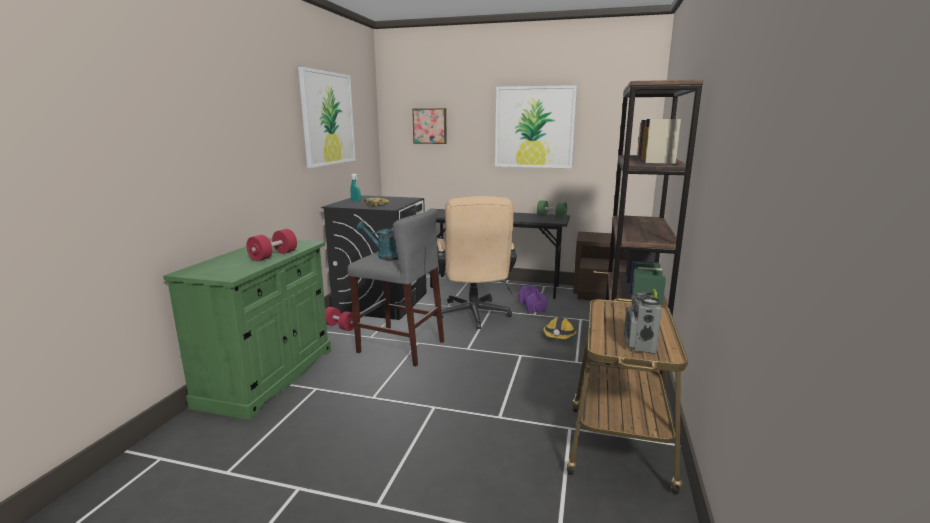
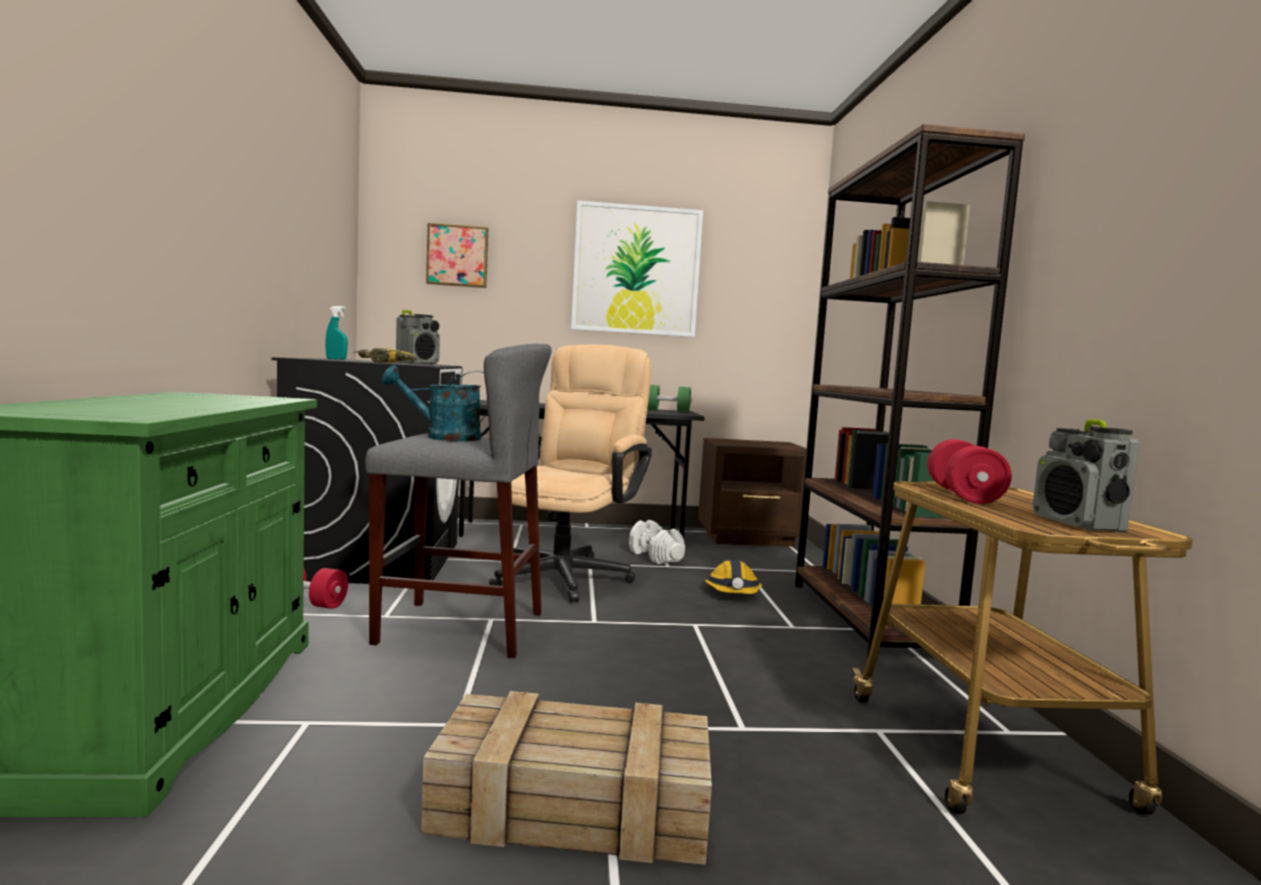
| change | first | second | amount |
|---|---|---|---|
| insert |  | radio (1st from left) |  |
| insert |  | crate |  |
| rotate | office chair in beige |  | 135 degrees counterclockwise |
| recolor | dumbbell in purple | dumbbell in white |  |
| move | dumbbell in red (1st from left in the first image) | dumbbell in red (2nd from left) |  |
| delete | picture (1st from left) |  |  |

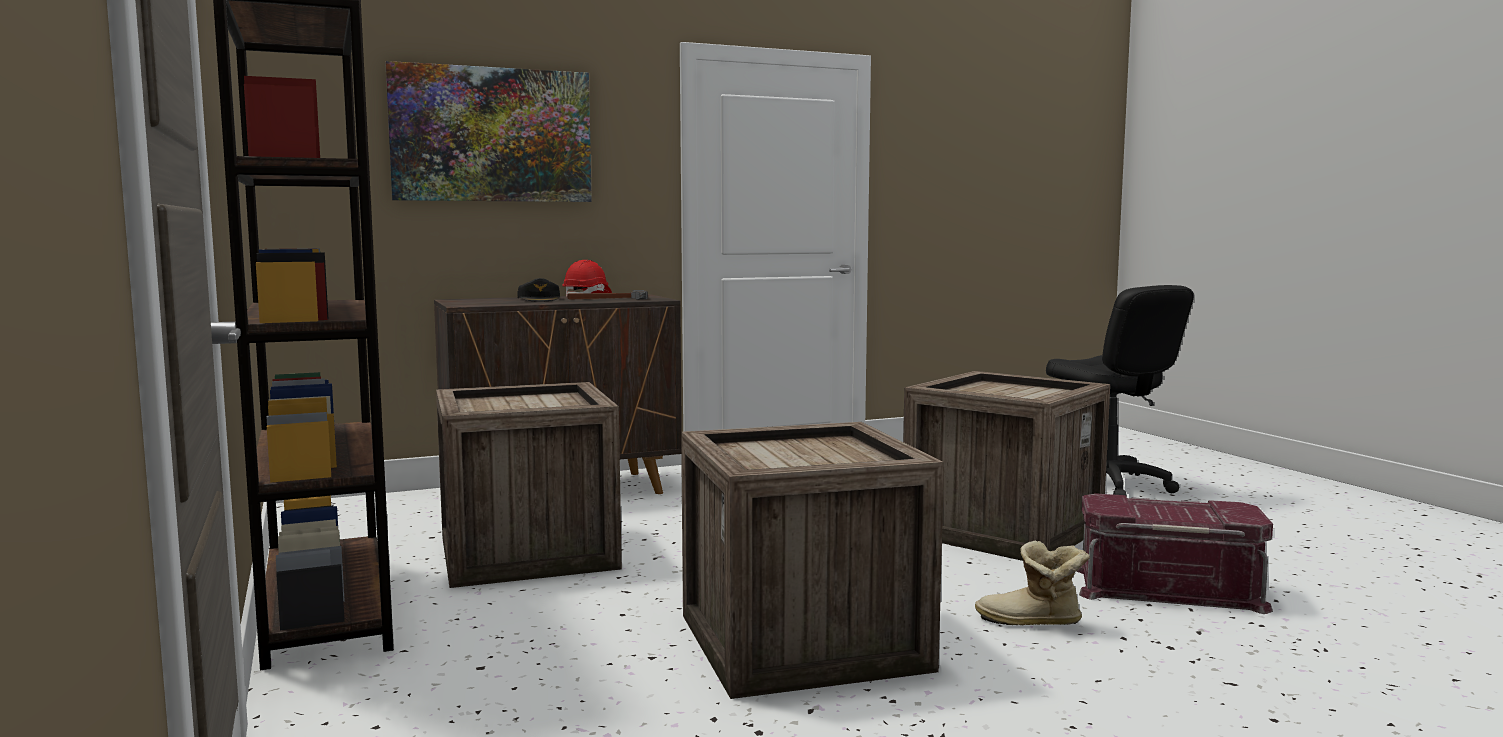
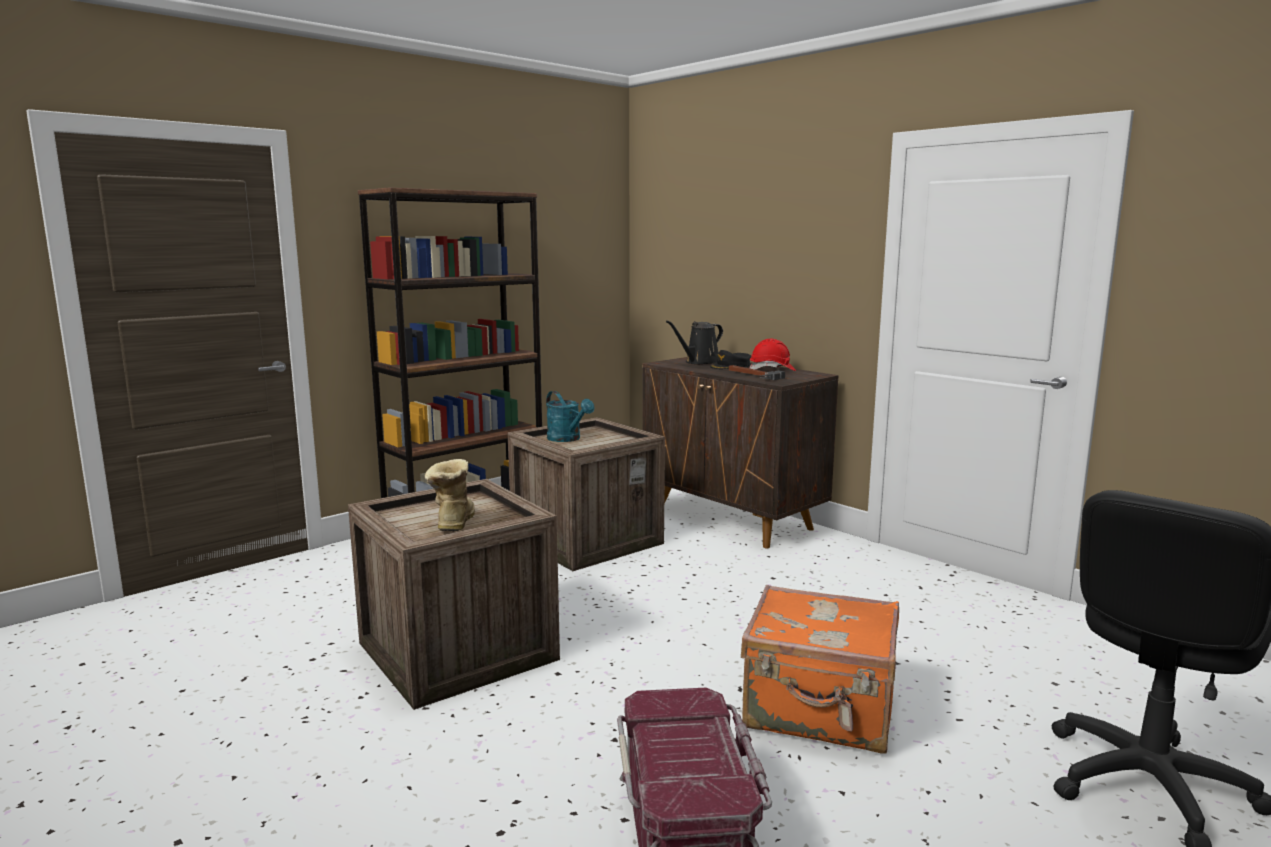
| change | first | second | amount |
|---|---|---|---|
| move | boot |  |  |
| insert |  | watering can in turquoise |  |
| insert |  | watering can in black |  |
| replace | crate (3rd from left) | suitcase in orange |  |
| delete | picture |  |  |

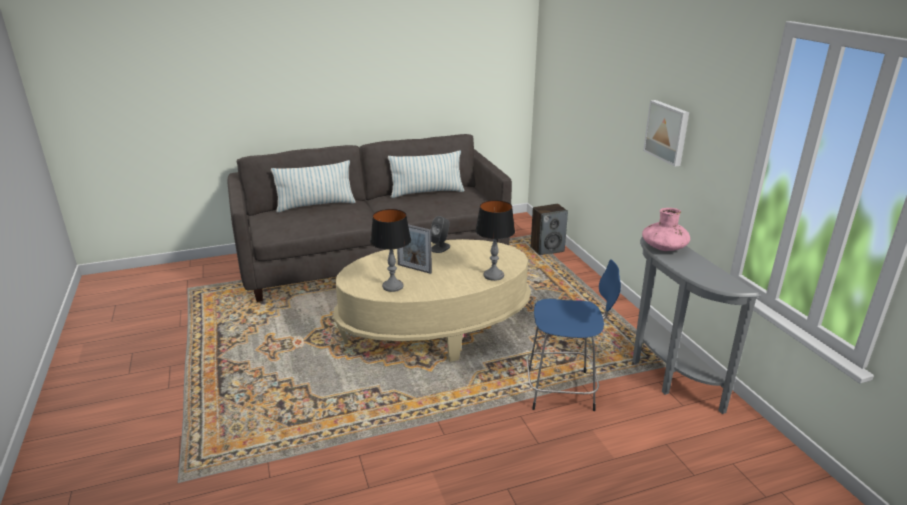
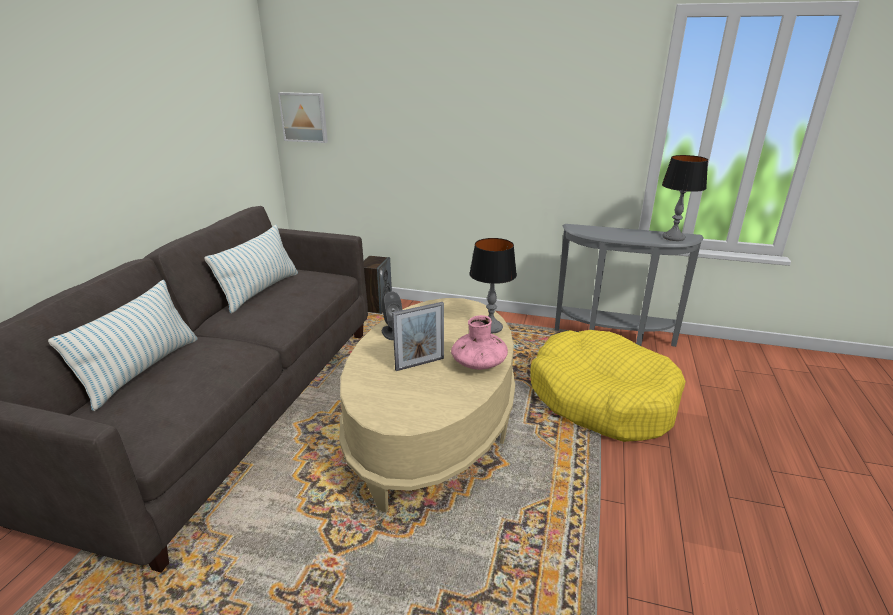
| change | first | second | amount |
|---|---|---|---|
| move | picture |  |  |
| move | vase in pink |  |  |
| replace | stool in blue | dog bed in yellow |  |
| move | table lamp (1st from left in the first image) | table lamp (2nd from left) |  |

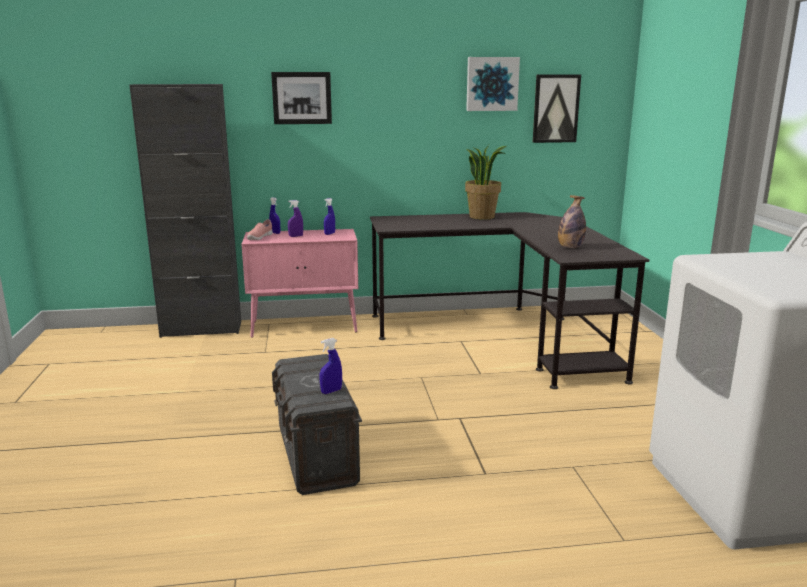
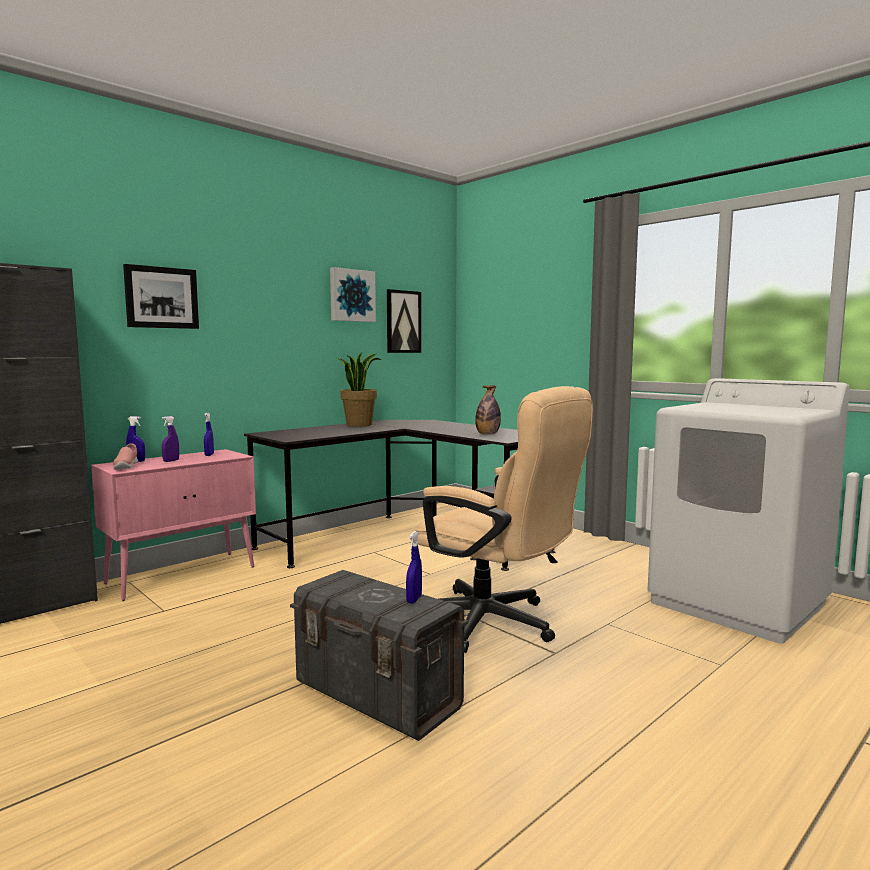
| change | first | second | amount |
|---|---|---|---|
| insert |  | office chair in beige |  |

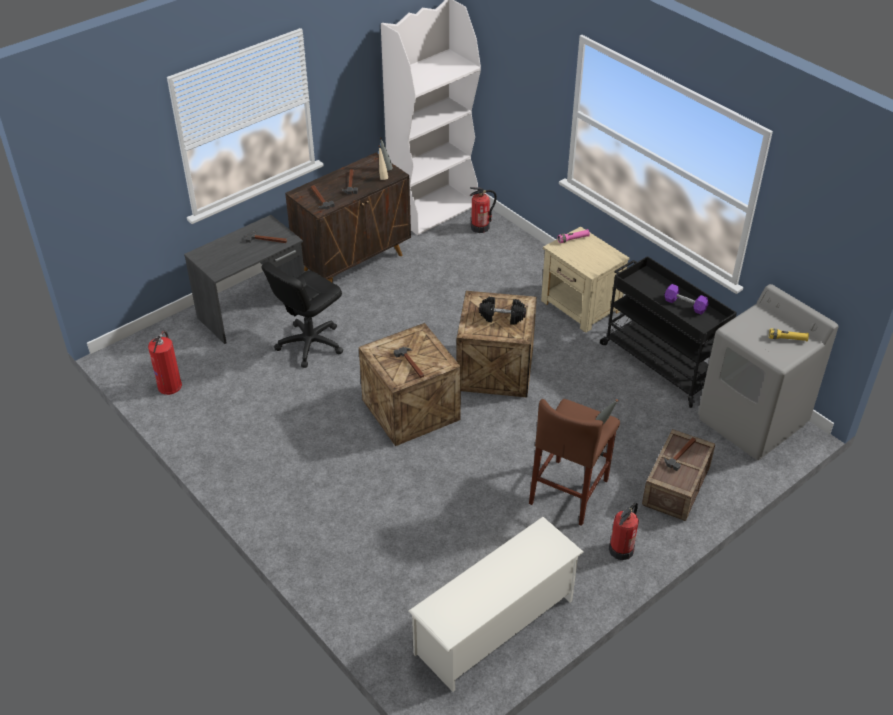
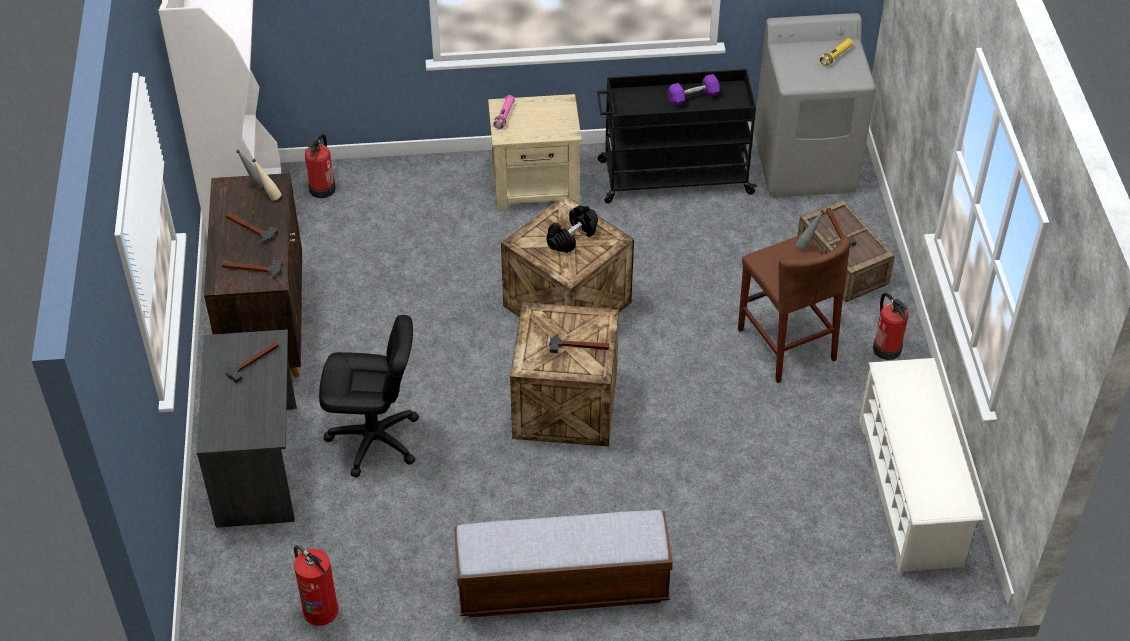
| change | first | second | amount |
|---|---|---|---|
| rotate | office chair in black |  | 75 degrees counterclockwise |
| insert |  | bench |  |

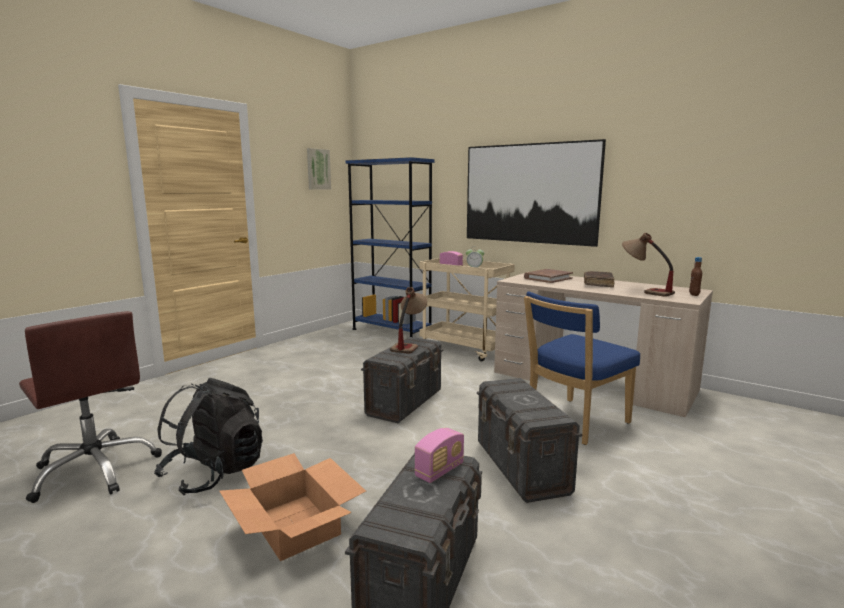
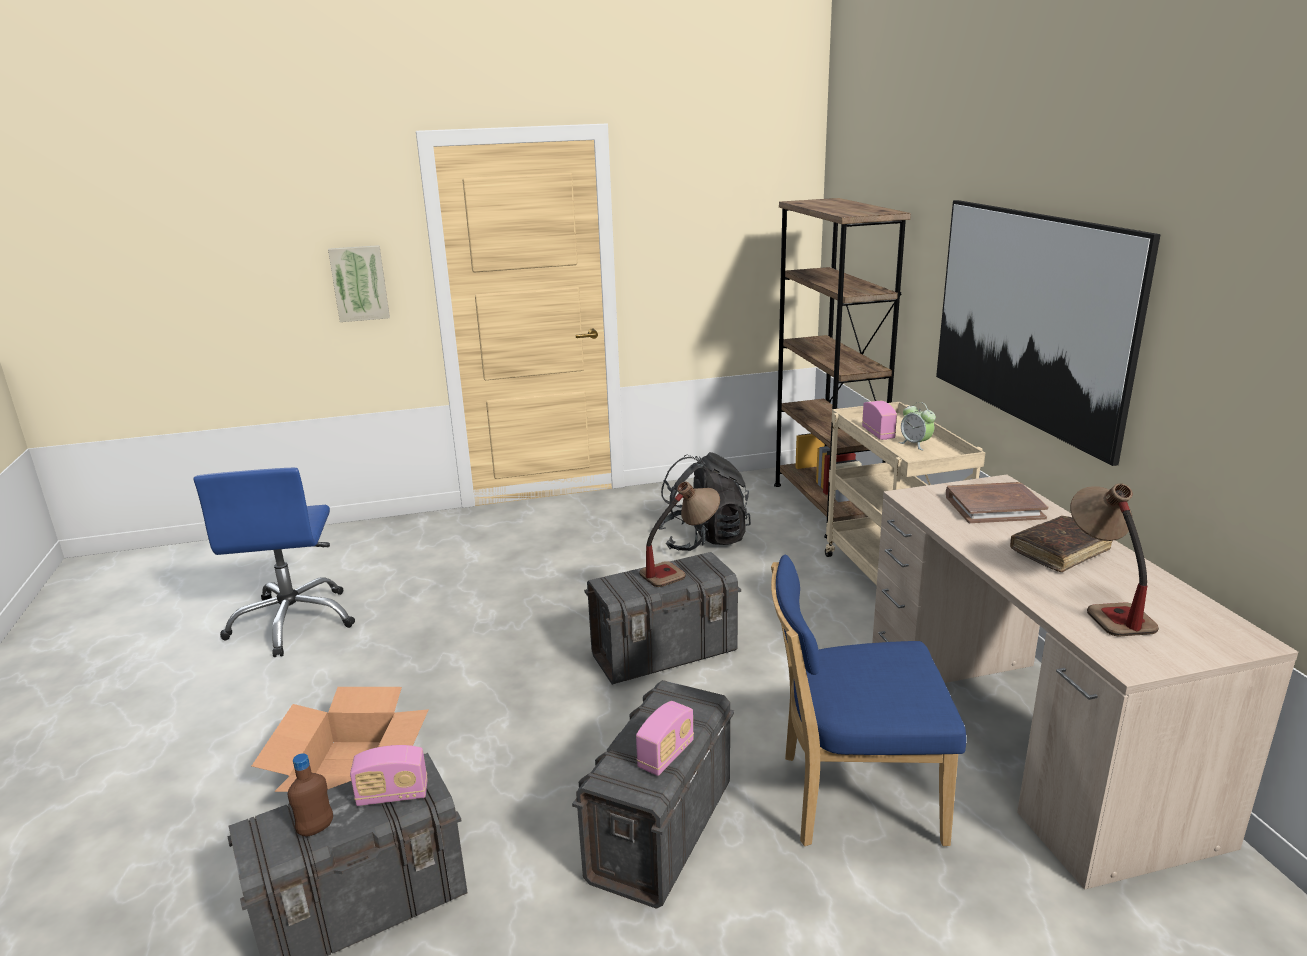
| change | first | second | amount |
|---|---|---|---|
| recolor | office chair in brown | office chair in blue |  |
| move | bottle in brown |  |  |
| move | picture (1st from left) |  |  |
| insert |  | radio (2nd from left) |  |
| move | backpack in black |  |  |
| recolor | bookcase in blue | bookcase in brown |  |

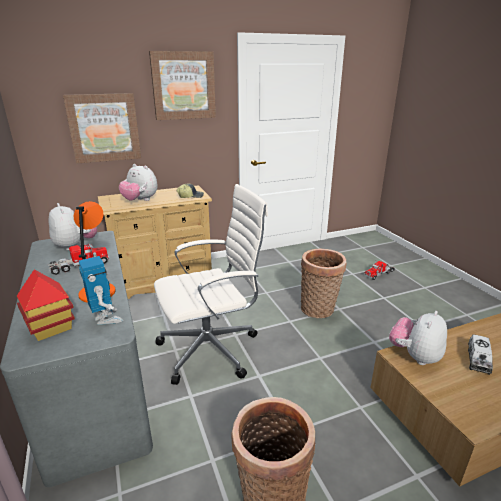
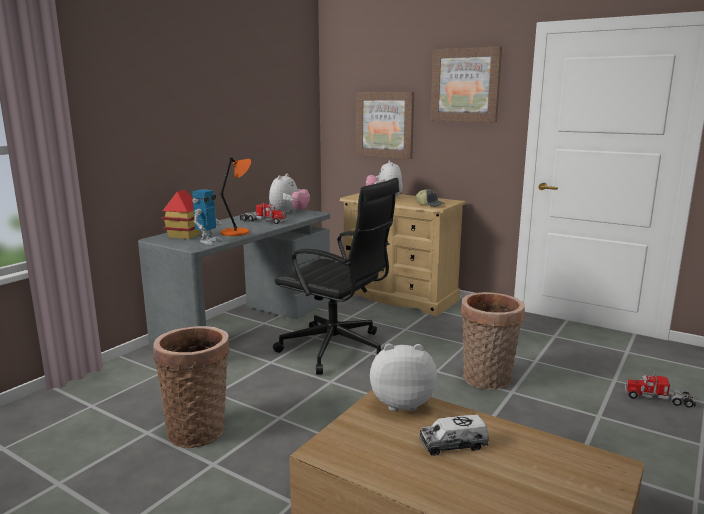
| change | first | second | amount |
|---|---|---|---|
| recolor | office chair in white | office chair in black |  |

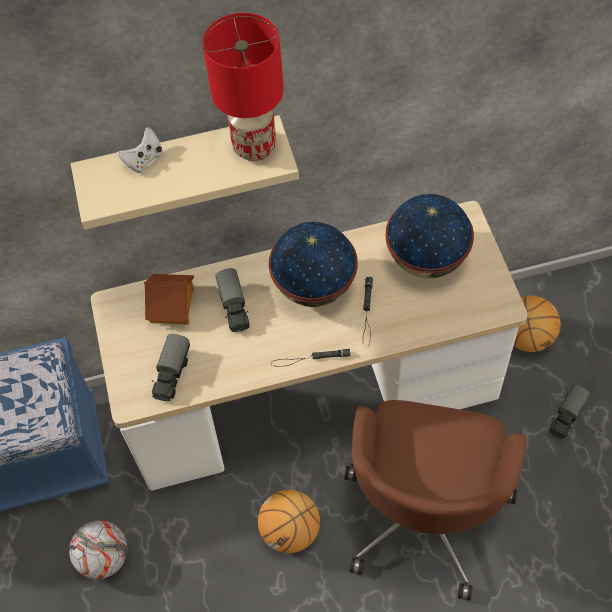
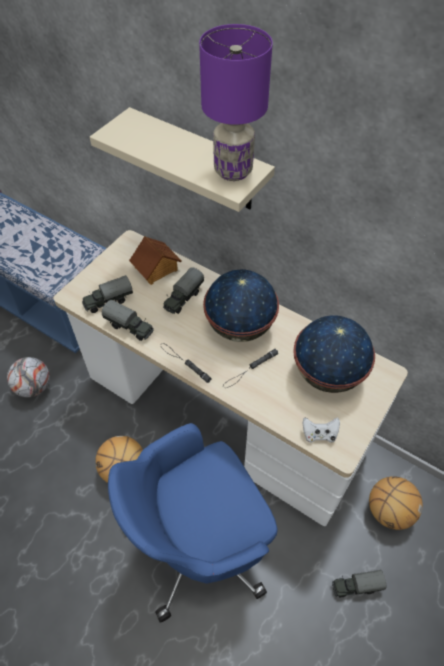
| change | first | second | amount |
|---|---|---|---|
| insert |  | toy truck (2nd from left) |  |
| recolor | office chair in brown | office chair in blue |  |
| recolor | table lamp in red | table lamp in purple |  |
| move | game controller in white |  |  |

